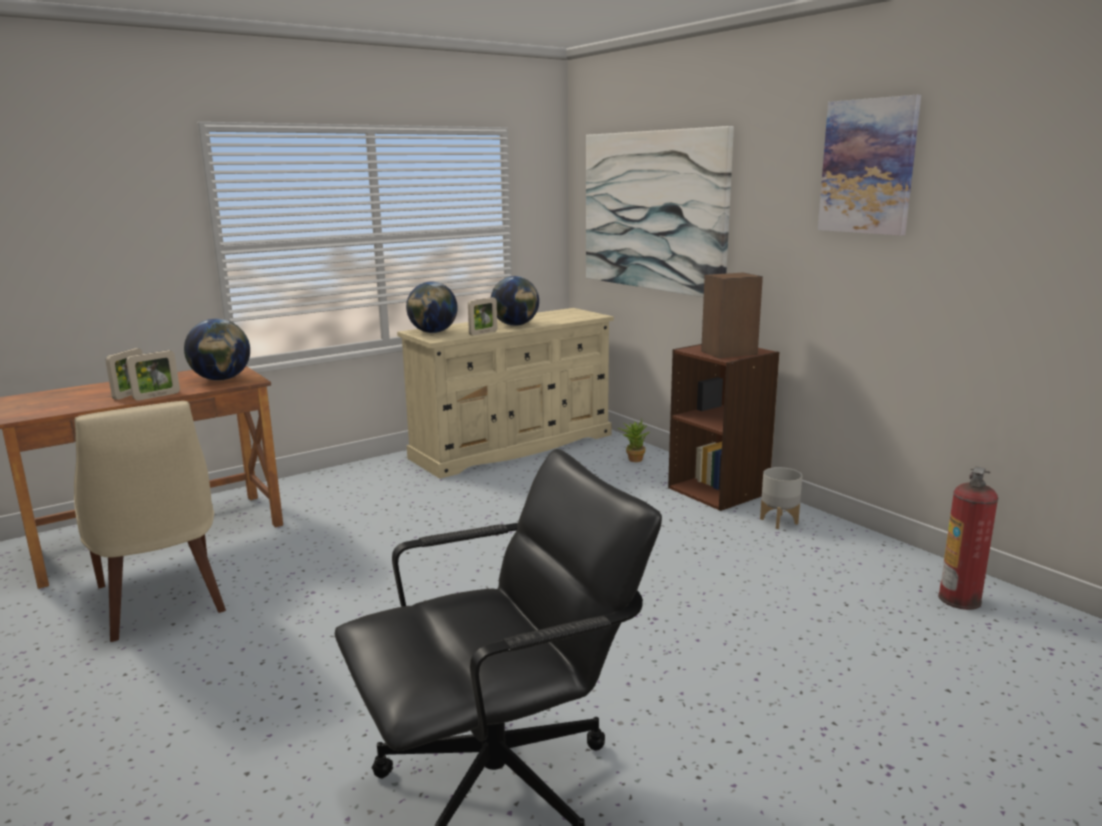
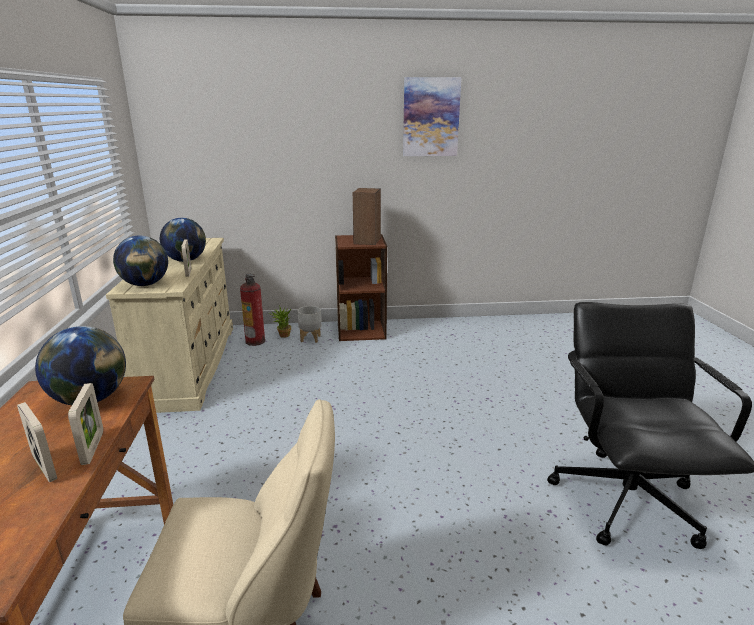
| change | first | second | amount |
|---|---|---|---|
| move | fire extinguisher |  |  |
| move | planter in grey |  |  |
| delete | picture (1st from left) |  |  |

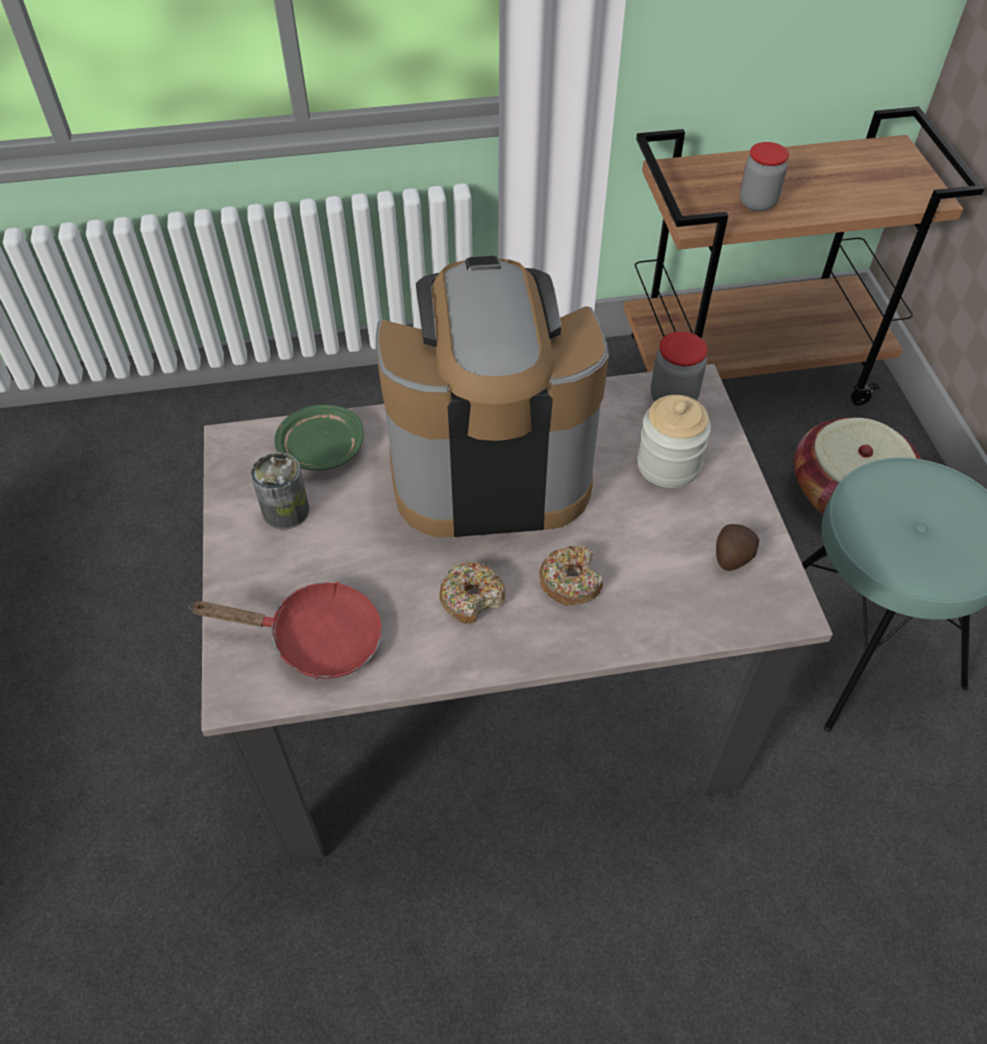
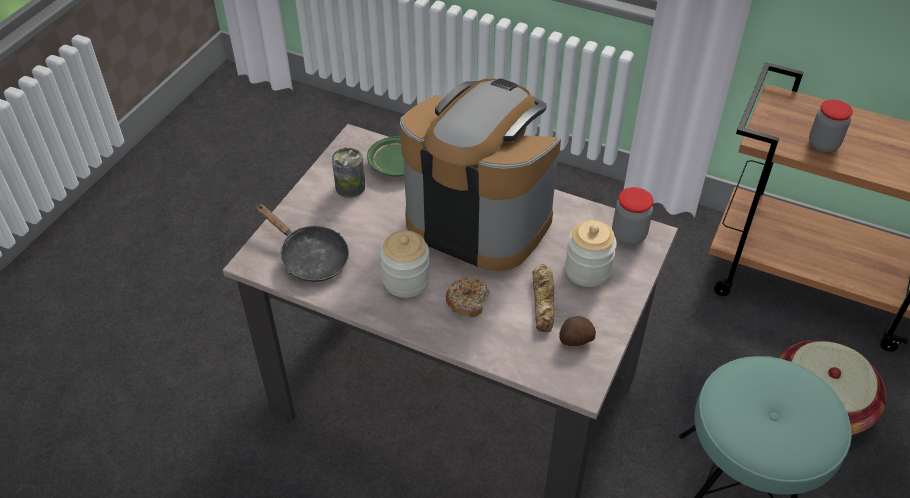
| change | first | second | amount |
|---|---|---|---|
| recolor | frying pan in red | frying pan in black |  |
| replace | donut (1st from left) | jar (1st from left) |  |
| insert |  | bread |  |

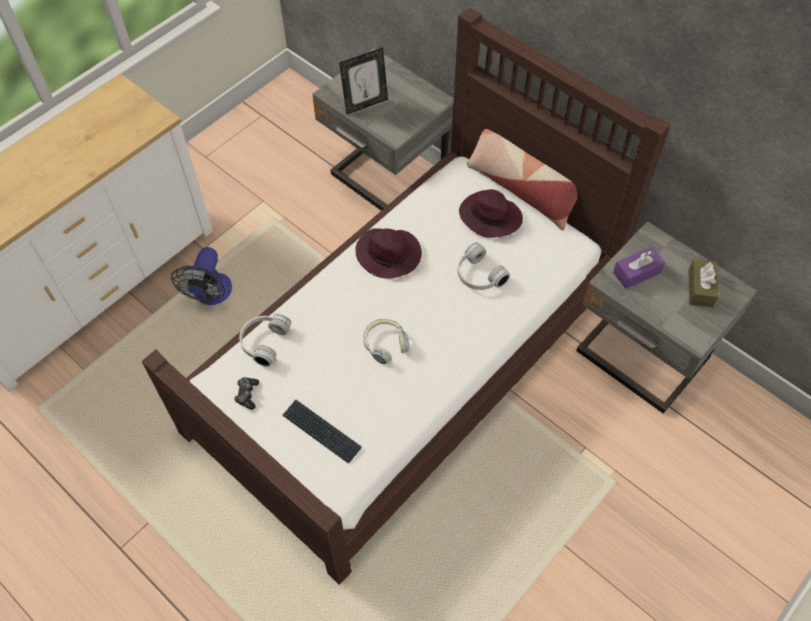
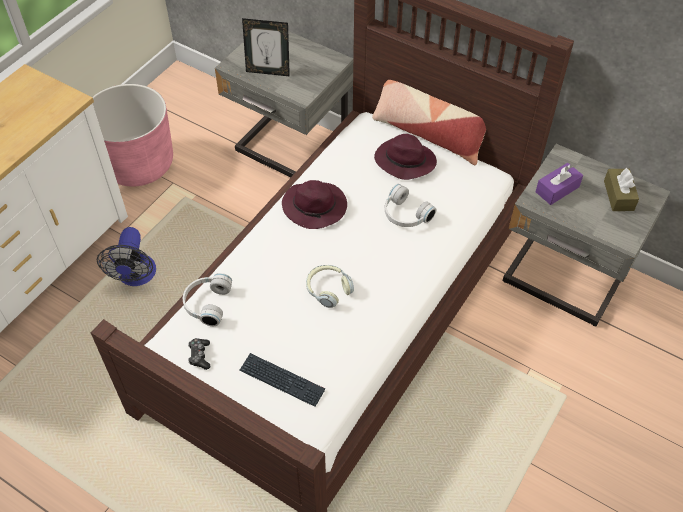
| change | first | second | amount |
|---|---|---|---|
| insert |  | planter in pink |  |
| rotate | picture frame |  | 45 degrees clockwise |

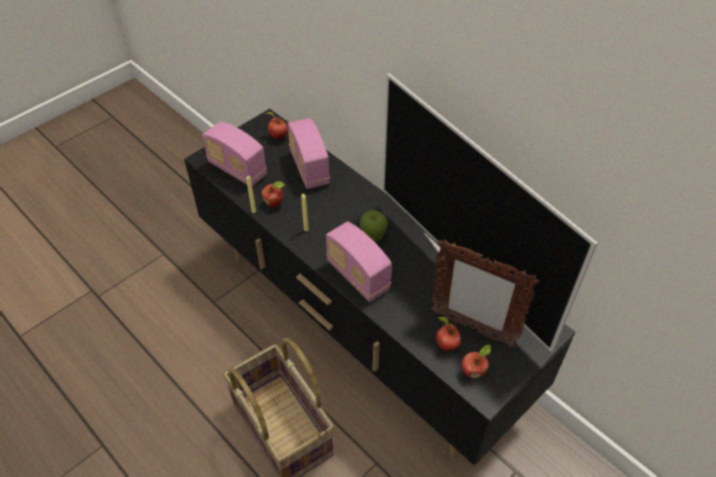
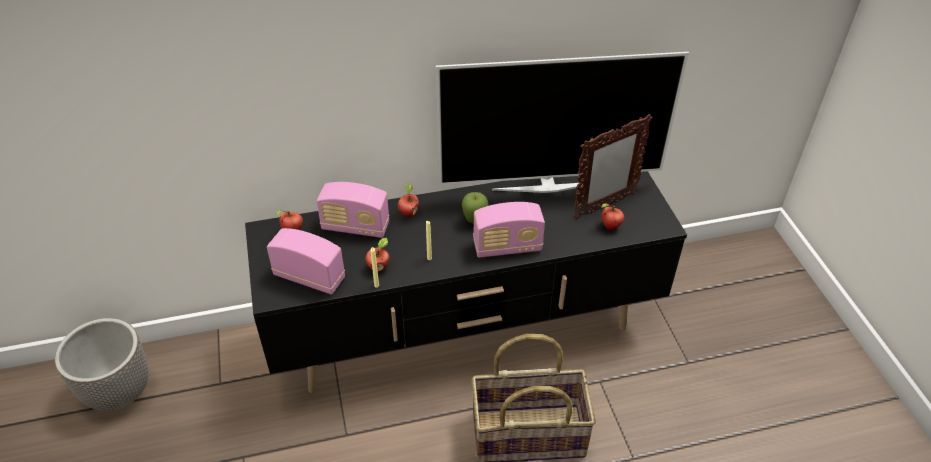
| change | first | second | amount |
|---|---|---|---|
| insert |  | planter |  |
| rotate | radio (1st from left) |  | 135 degrees counterclockwise |
| move | apple (5th from left in the first image) | apple (3rd from left) |  |

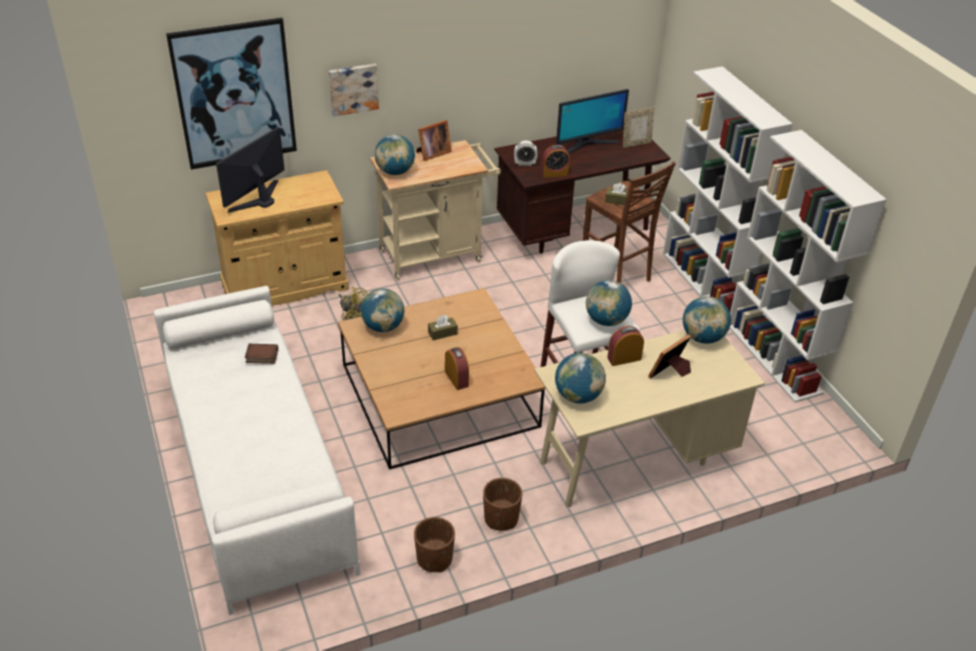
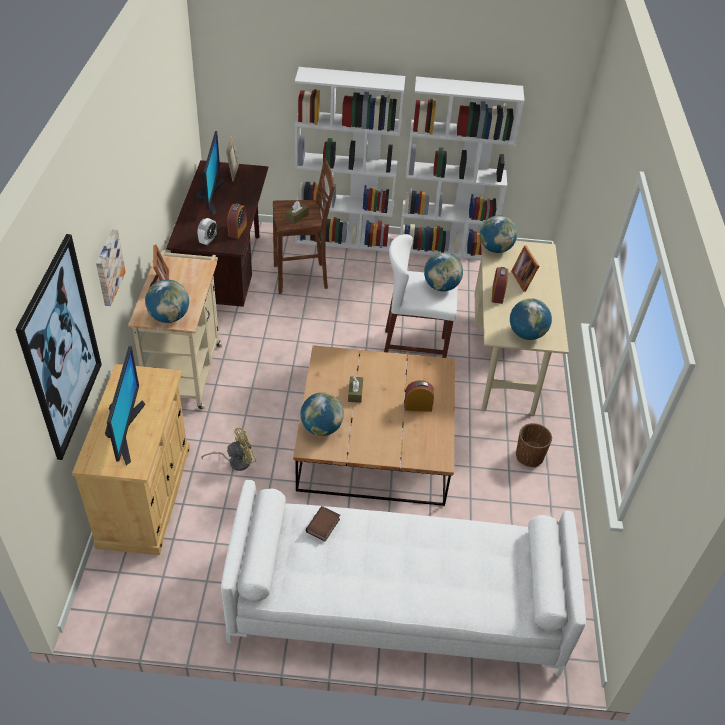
| change | first | second | amount |
|---|---|---|---|
| rotate | monitor (1st from left) |  | 150 degrees counterclockwise |
| delete | planter in brown (1st from left) |  |  |

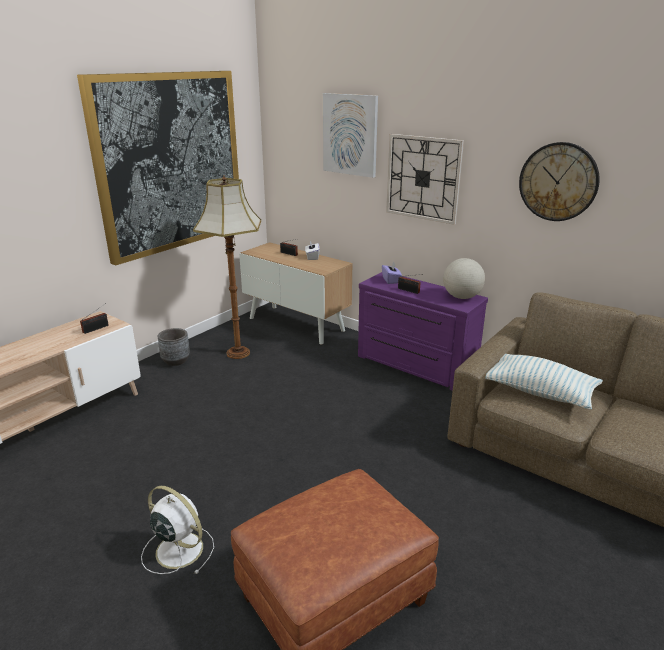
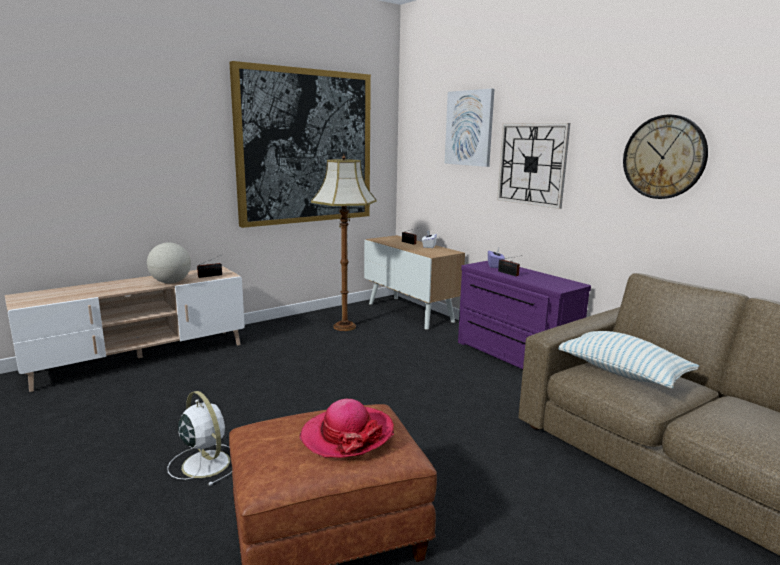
| change | first | second | amount |
|---|---|---|---|
| move | globe |  |  |
| insert |  | hat |  |
| delete | planter in grey |  |  |

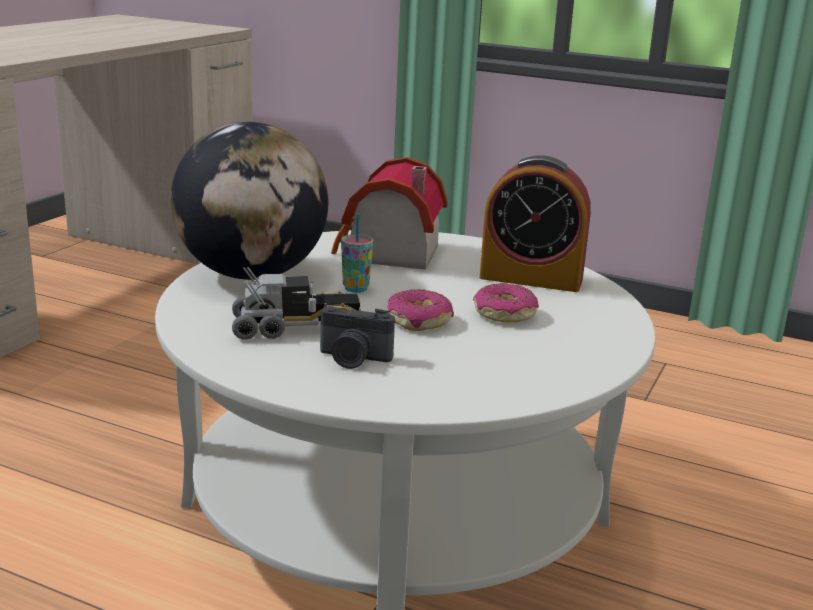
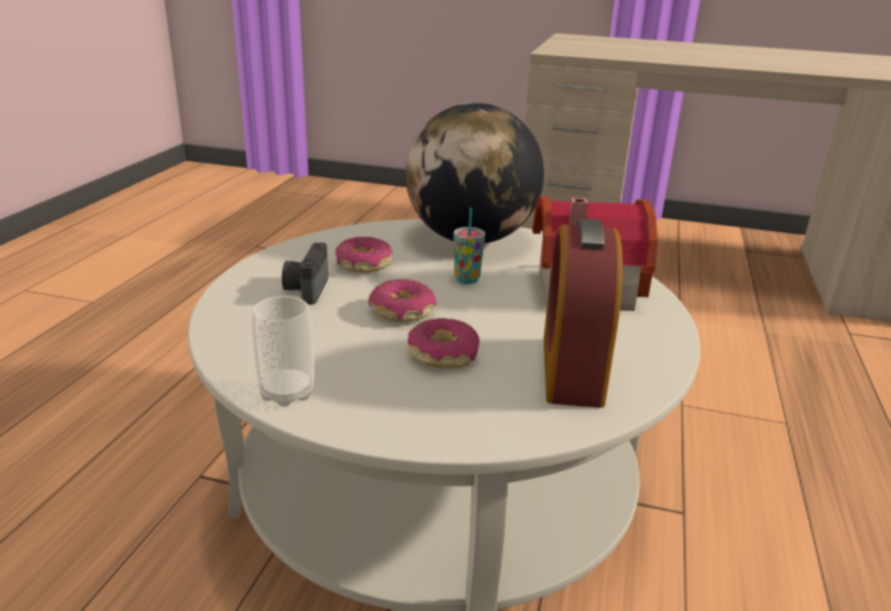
| change | first | second | amount |
|---|---|---|---|
| insert |  | cup (1st from left) |  |
| replace | toy truck | donut (1st from left) |  |

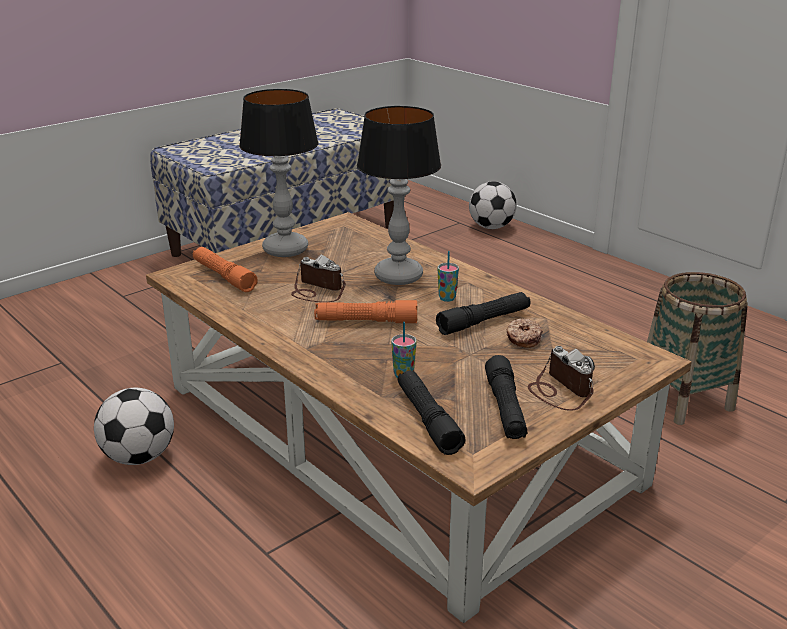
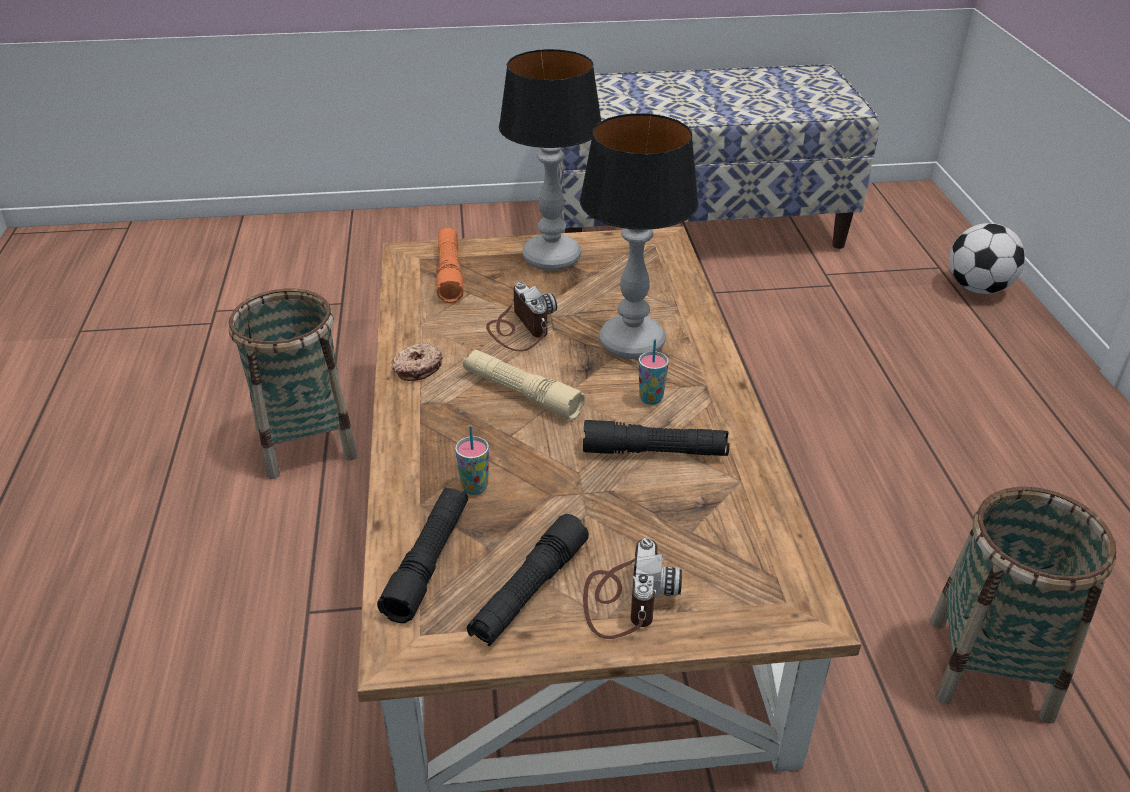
| change | first | second | amount |
|---|---|---|---|
| replace | football (1st from left) | basket (1st from left) |  |
| move | donut |  |  |
| recolor | flashlight in orange (2nd from left) | flashlight in beige |  |

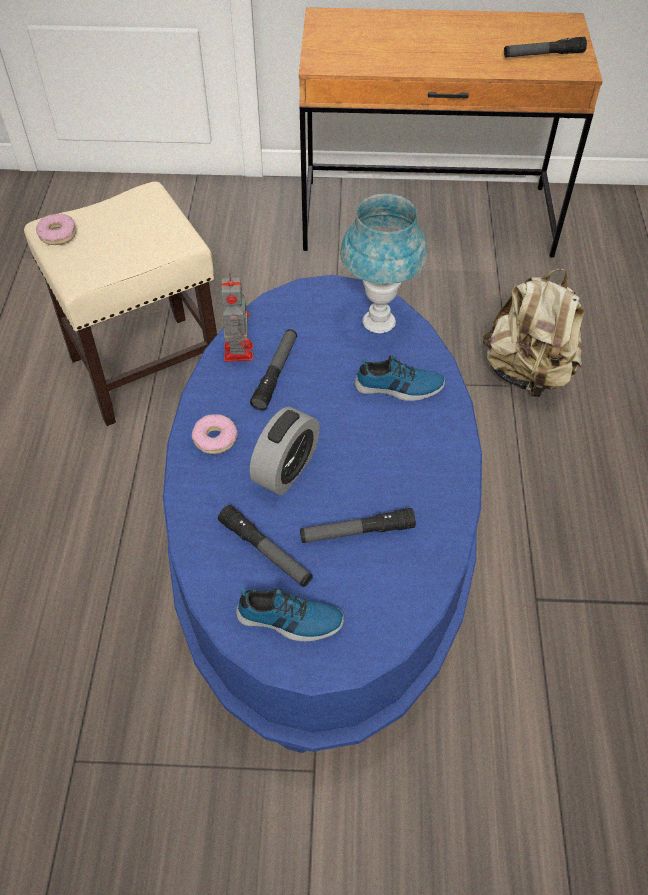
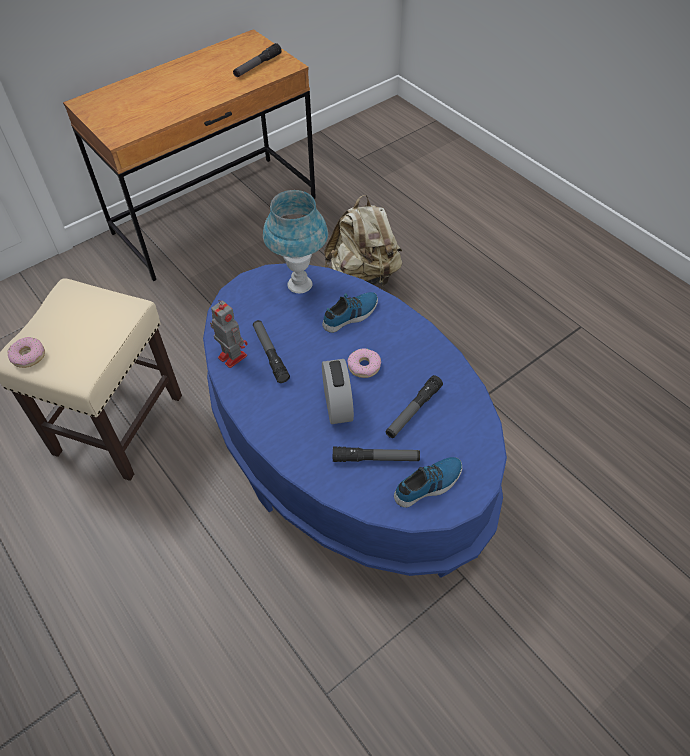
| change | first | second | amount |
|---|---|---|---|
| move | donut (2nd from left) |  |  |

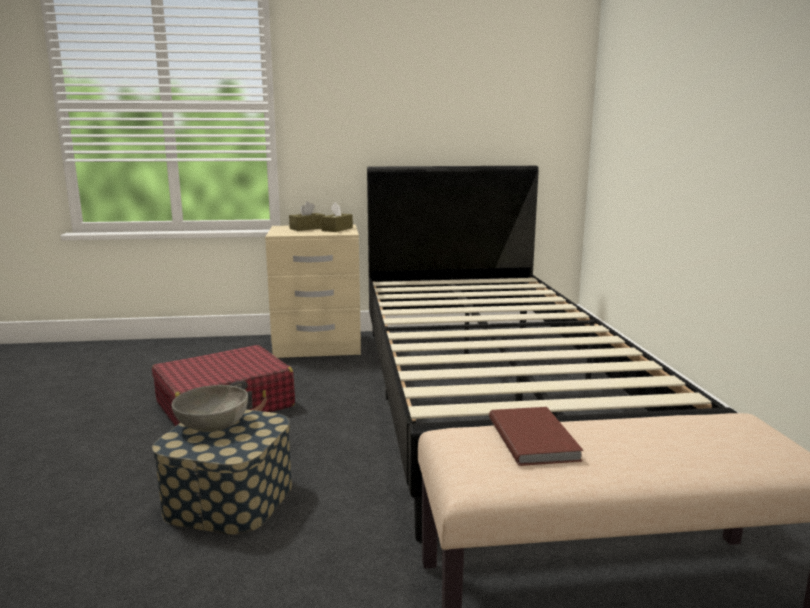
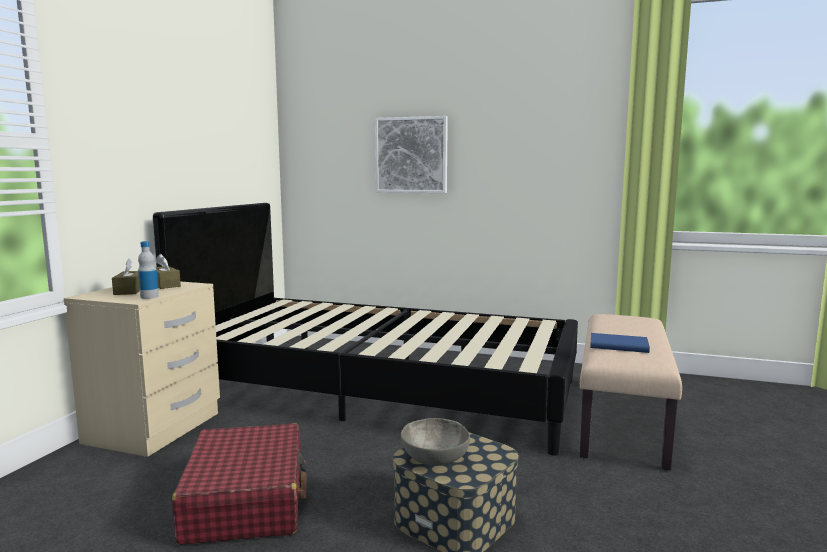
| change | first | second | amount |
|---|---|---|---|
| insert |  | bottle |  |
| insert |  | picture |  |
| recolor | book in brown | book in blue |  |

